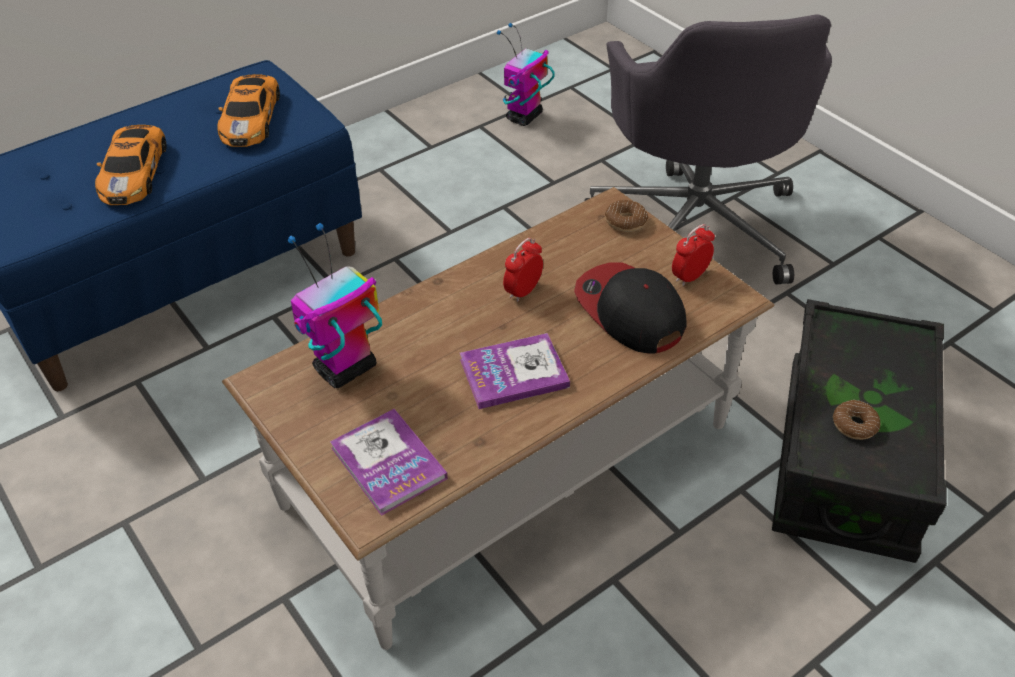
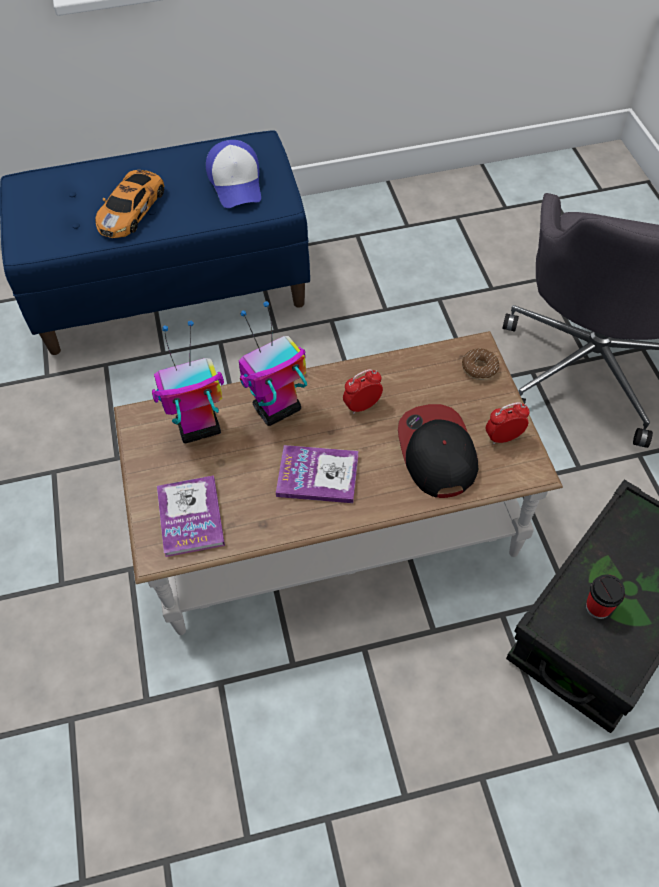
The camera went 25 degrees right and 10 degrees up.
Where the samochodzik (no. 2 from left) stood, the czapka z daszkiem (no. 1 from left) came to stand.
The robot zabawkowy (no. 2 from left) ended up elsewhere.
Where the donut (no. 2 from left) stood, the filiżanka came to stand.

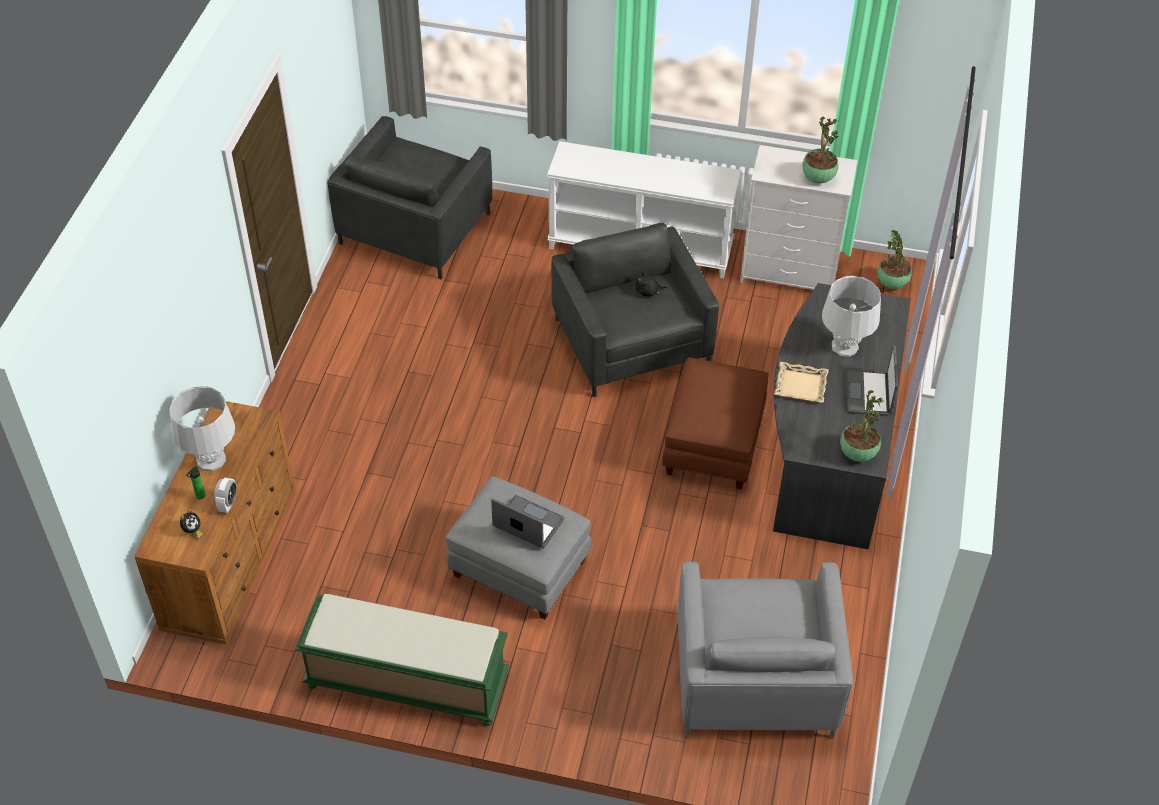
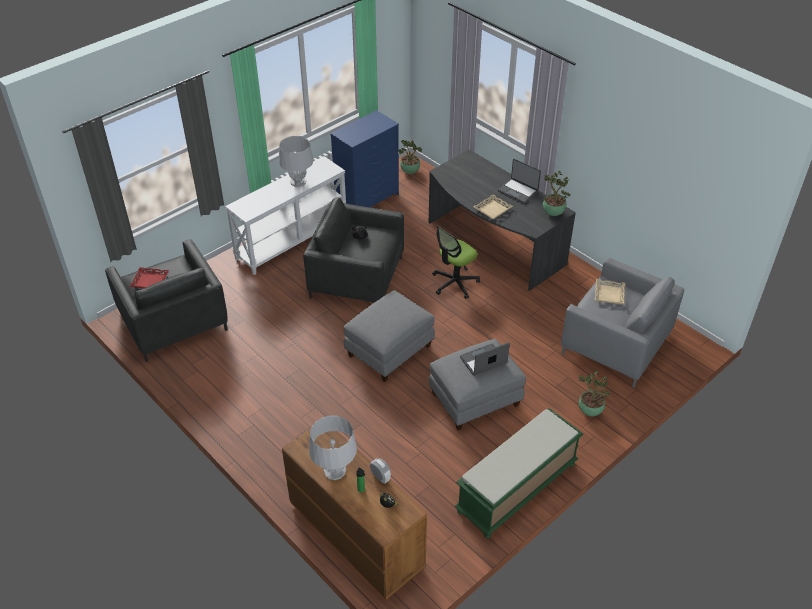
The camera went 55 degrees left and 5 degrees down.
Where the pufa (brązowy) stood, the krzesło biurowe came to stand.
What was the komoda (biały) turned into the komoda (niebieski).
The roślina doniczkowa (no. 1 from left in the first image) ended up elsewhere.
The lampa stołowa (szary) (no. 2 from left in the first image) ended up elsewhere.
The second view gained the taca (czerwony).
The second view gained the pufa (szary) (no. 1 from left).
The second view gained the taca (beżowy) (no. 2 from left).

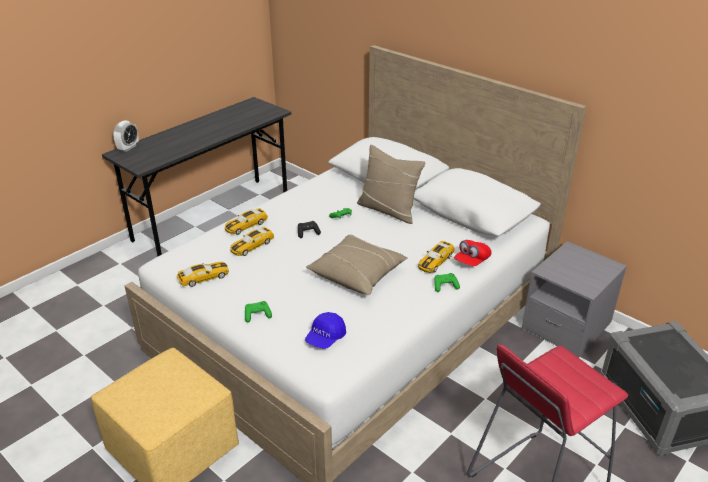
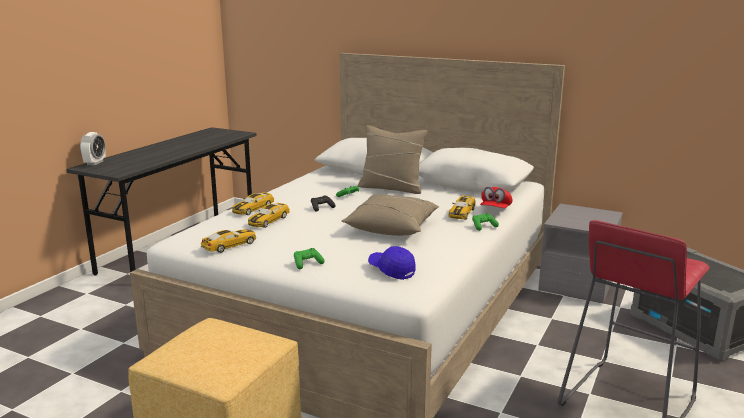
The camera went 15 degrees left and 15 degrees down.
The czapka z daszkiem (niebieski) ended up facing another way, 120 degrees clockwise from before.

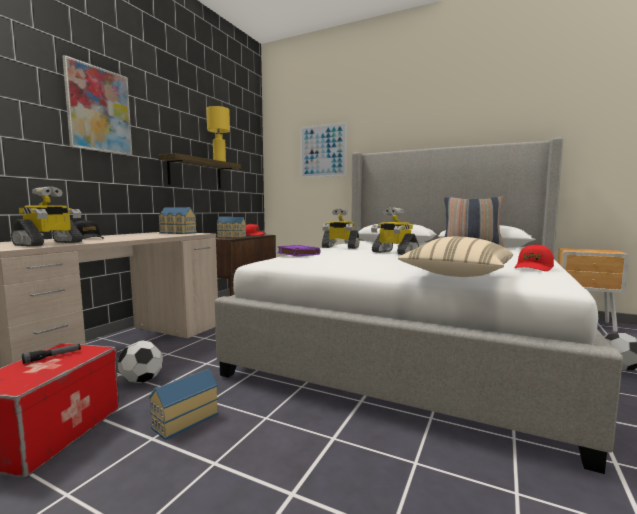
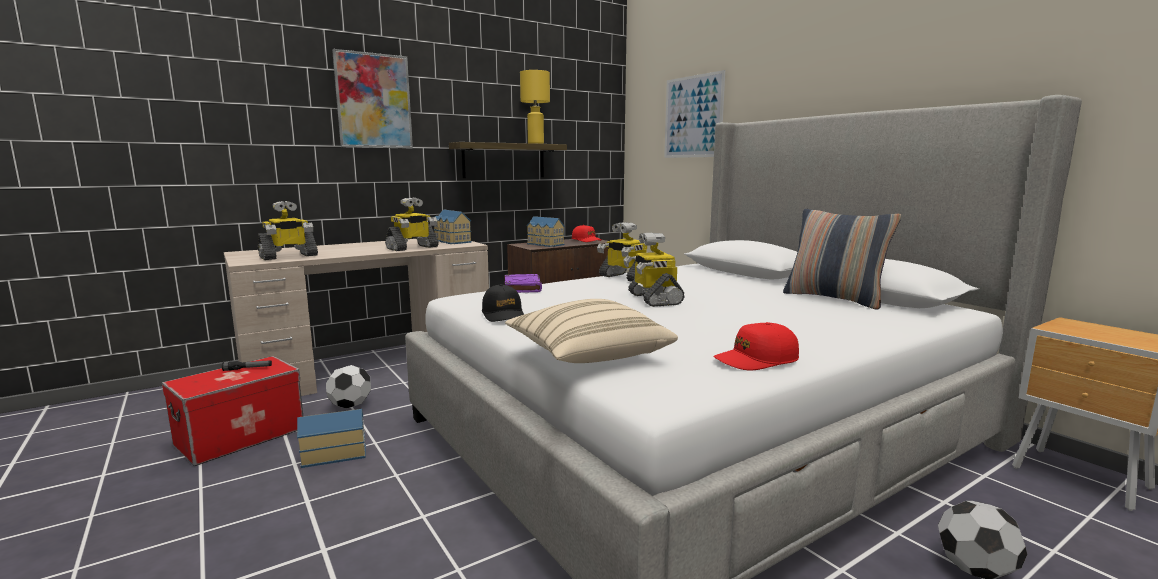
The camera went 30 degrees right and 5 degrees up.
The czapka z daszkiem (czarny) ended up elsewhere.
The second view gained the robot zabawkowy (no. 2 from left).

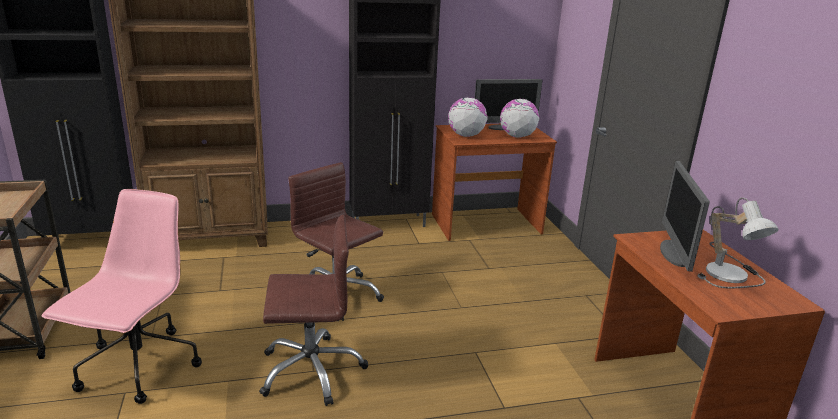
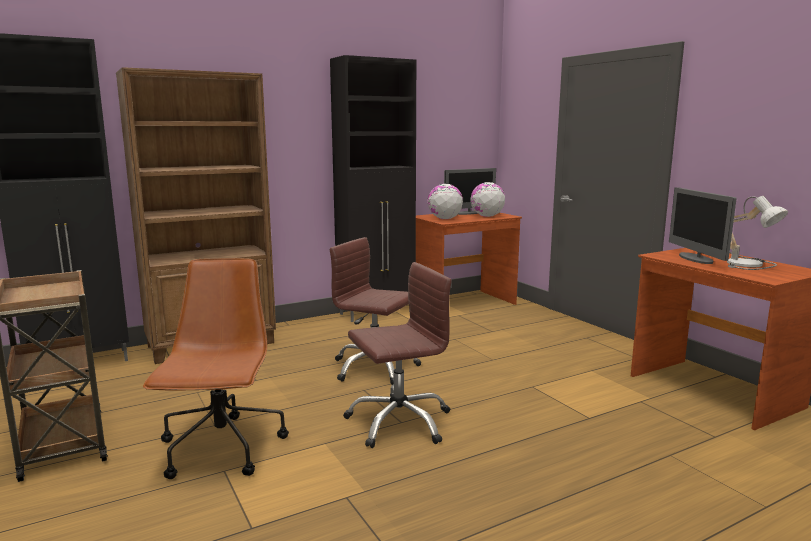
The camera went 15 degrees left and 10 degrees down.
What was the krzesło biurowe (różowy) turned into the krzesło biurowe (brązowy) (no. 1 from left).

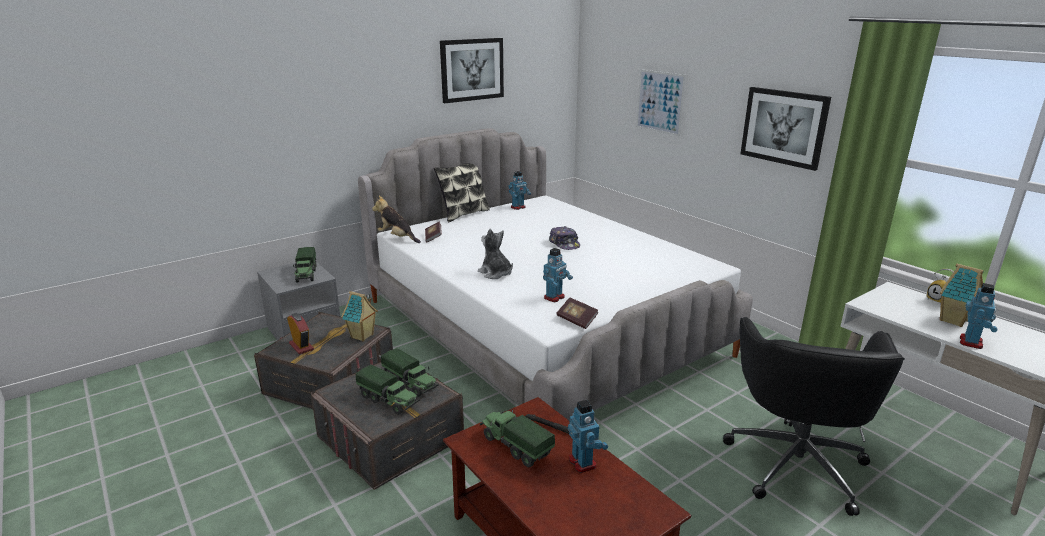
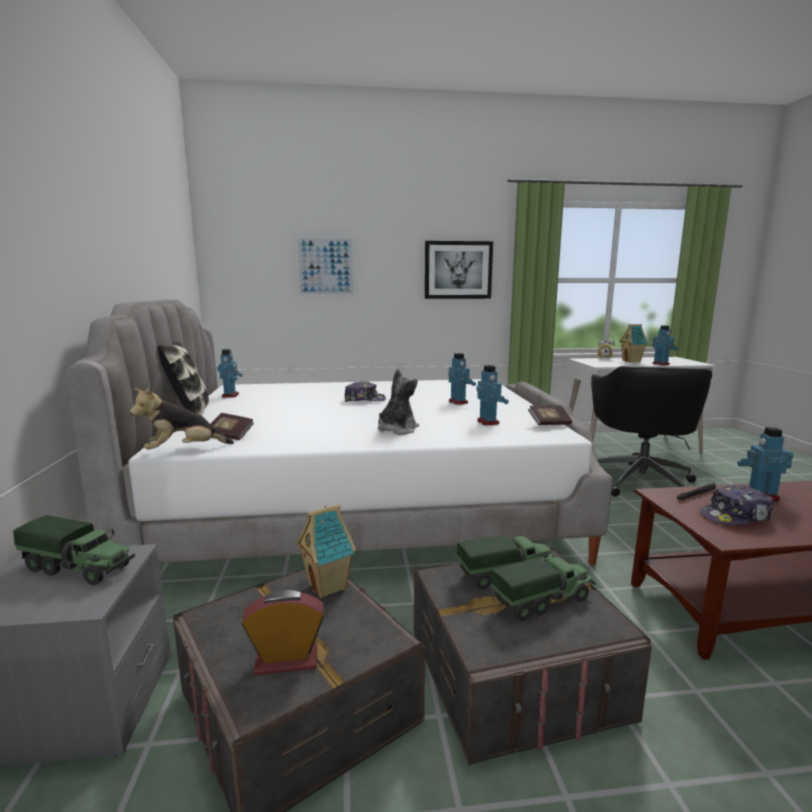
The camera went 60 degrees left and 10 degrees down.
The second view lost the obraz (no. 1 from left).
The pluszak (no. 2 from left) ended up facing another way, 135 degrees clockwise from before.
Where the ciężarówka zabawkowa (no. 4 from left) stood, the czapka z daszkiem (no. 2 from left) came to stand.
The krzesło biurowe (czarny) ended up facing another way, 60 degrees clockwise from before.
The second view gained the robot zabawkowy (no. 2 from left).

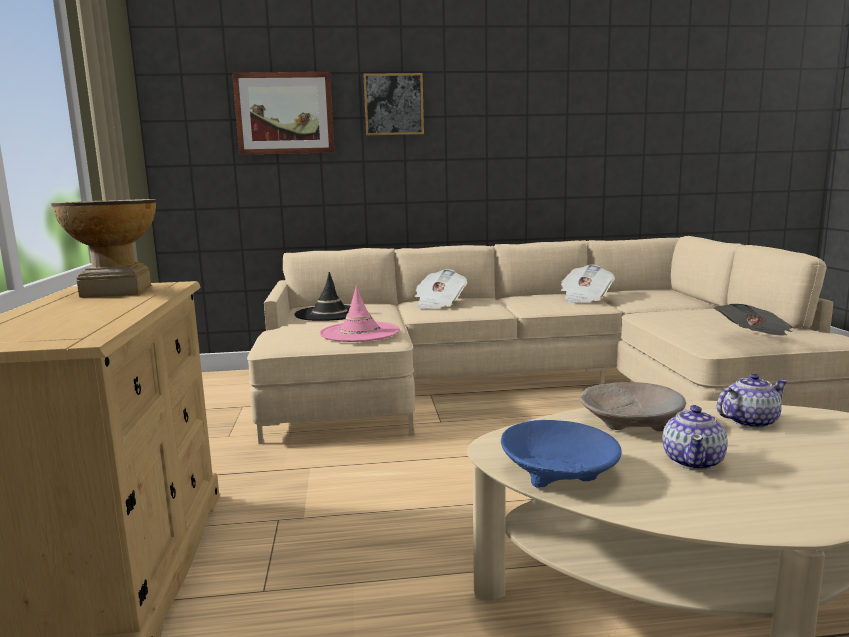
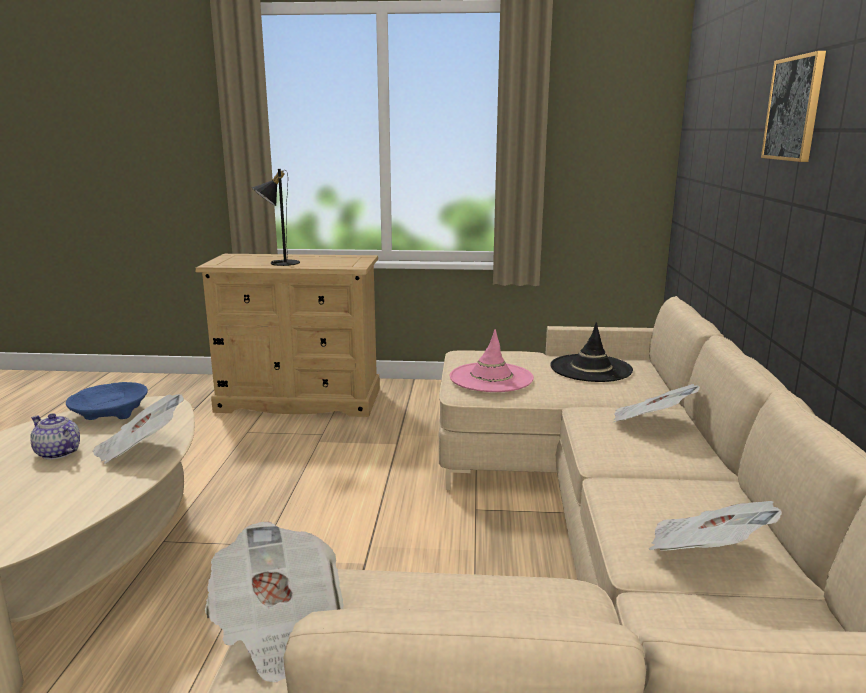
The camera went 100 degrees right and 5 degrees up.
The second view lost the wazon.
The second view lost the obraz (no. 1 from left).
Where the miska (beżowy) stood, the gazeta (no. 1 from left) came to stand.
The second view lost the imbryk (no. 2 from left).
The second view gained the lampa stołowa (czarny).

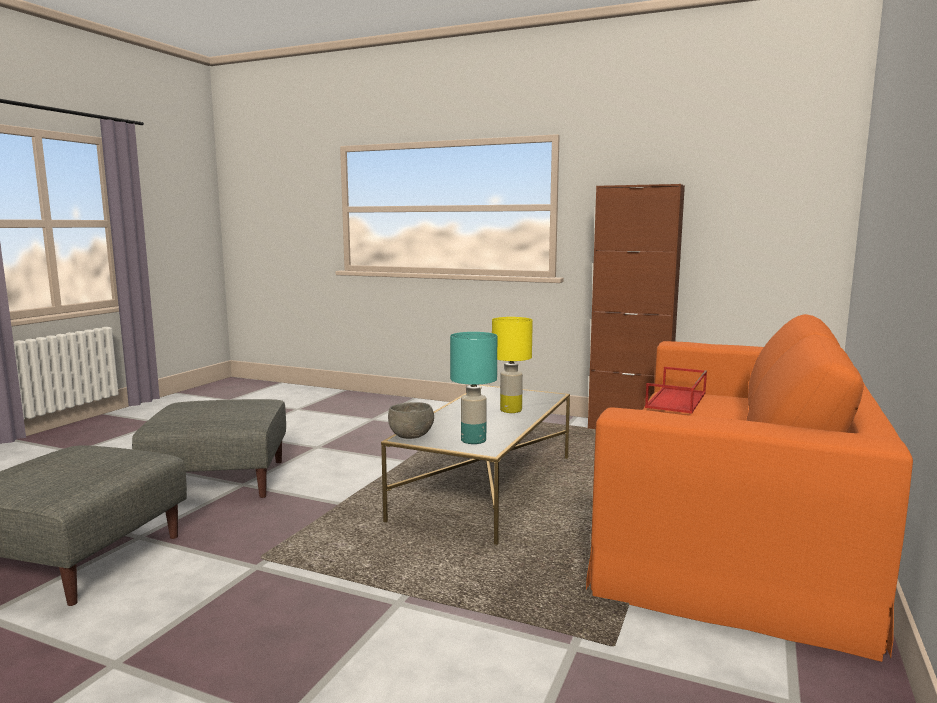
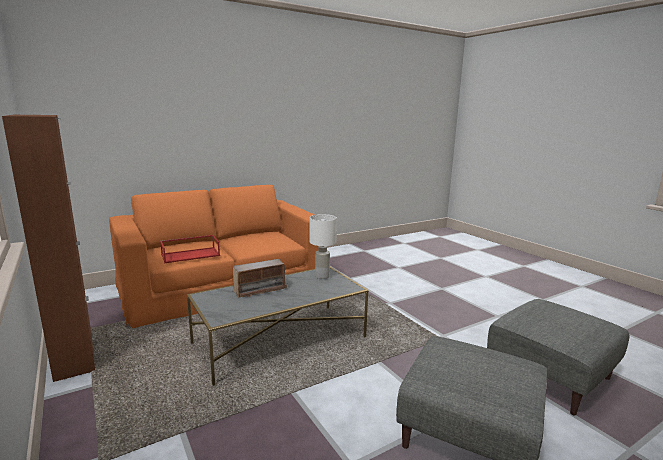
The camera went 145 degrees left and 5 degrees up.
The second view lost the miska (szary).
What was the lampa stołowa (turkusowy) turned into the lampa stołowa (biały).
Where the lampa stołowa (żółty) stood, the radio came to stand.

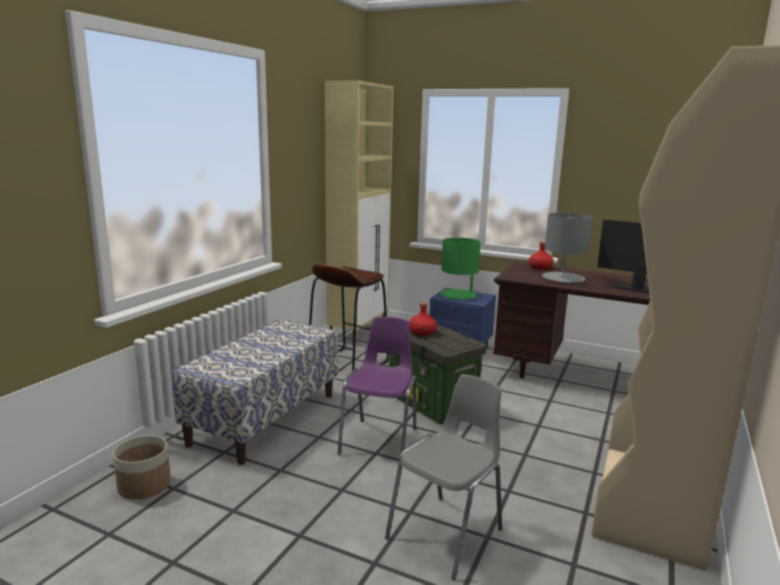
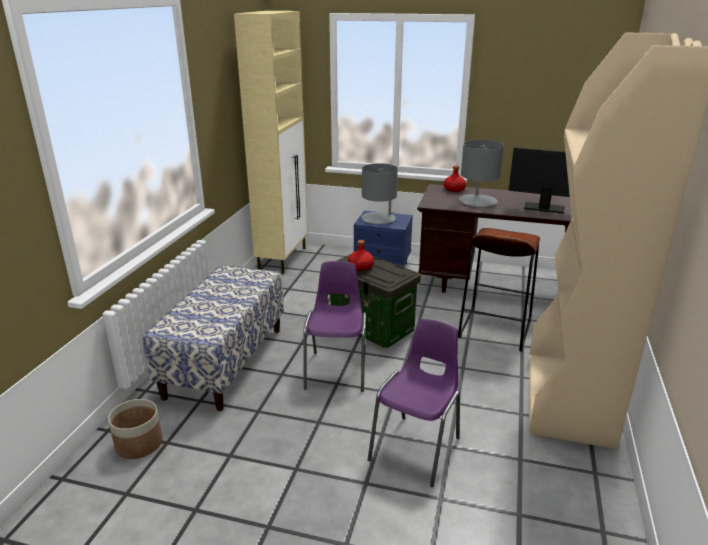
The camera went 10 degrees left and 10 degrees up.
The stołek (brązowy) ended up elsewhere.
What was the krzesło (szary) turned into the krzesło (fioletowy) (no. 2 from left).
What was the lampa stołowa (zielony) turned into the lampa stołowa (szary) (no. 1 from left).

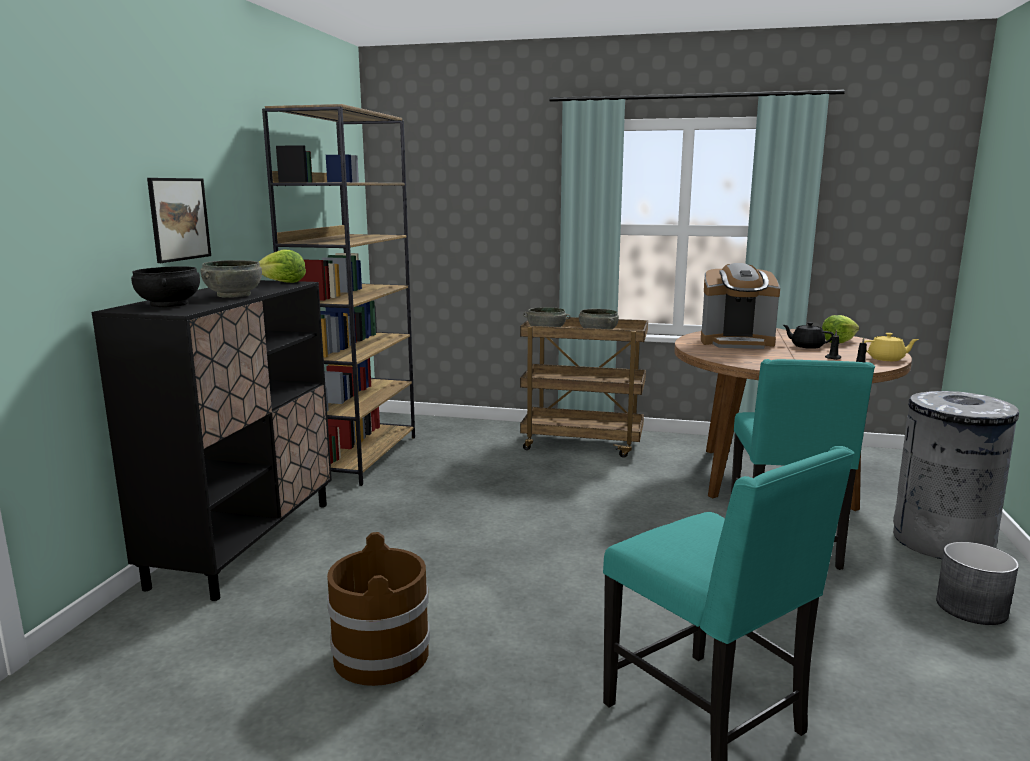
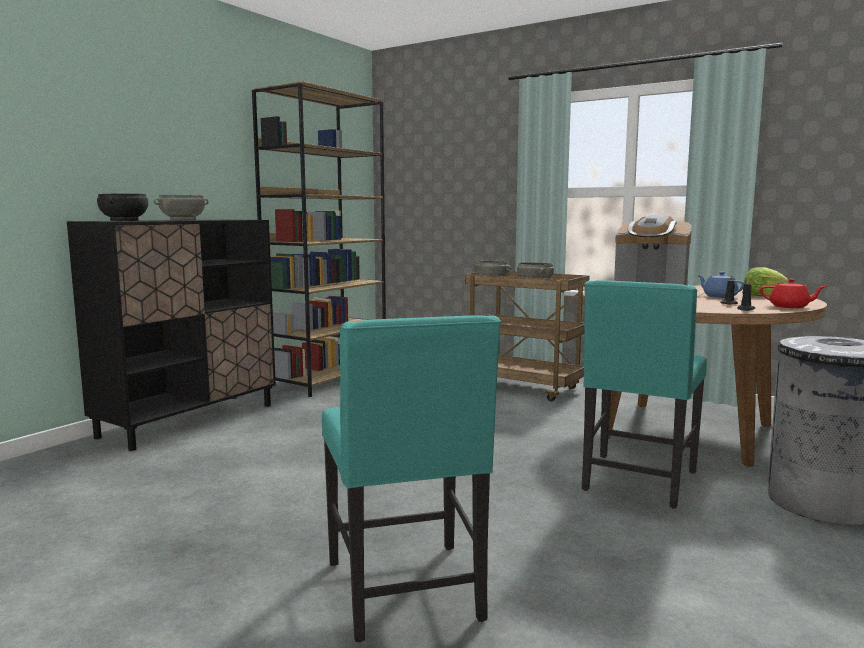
The camera went 20 degrees right and 5 degrees down.
The second view lost the obraz.
The second view lost the sałata (no. 1 from left).
The second view lost the wiadro (brązowy).
What was the imbryk (czarny) turned into the imbryk (niebieski).
What was the imbryk (żółty) turned into the imbryk (czerwony).
The second view lost the donica (szary).

